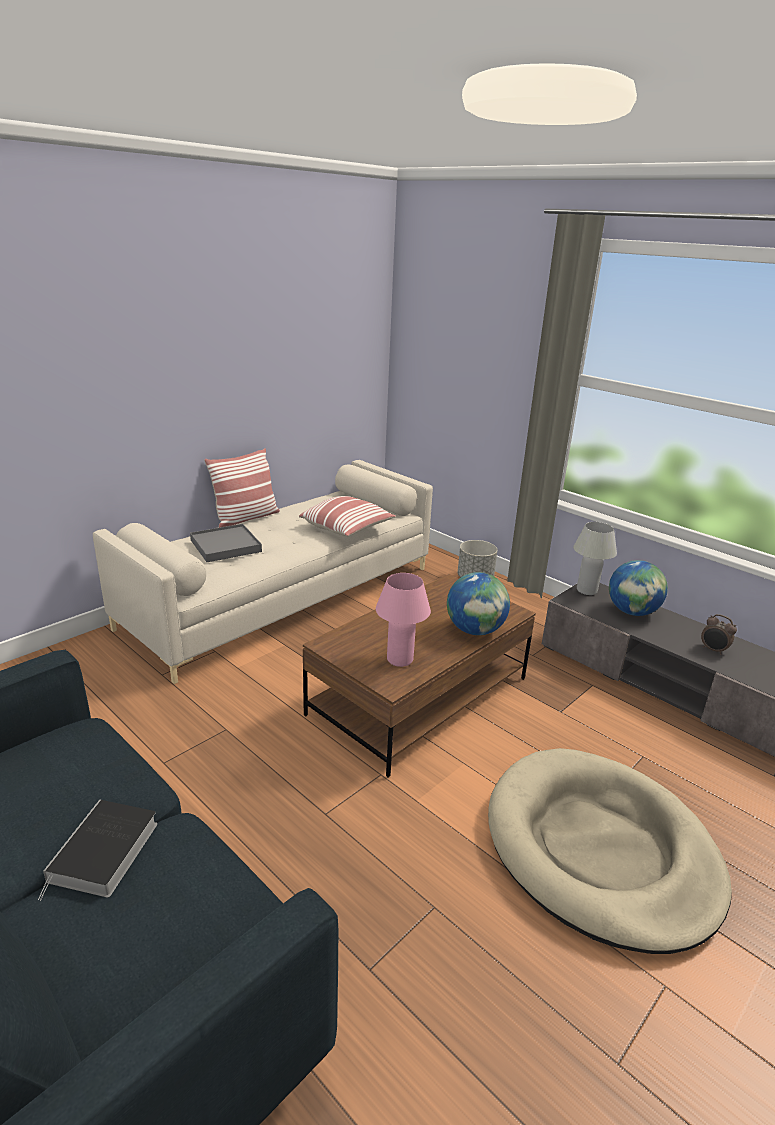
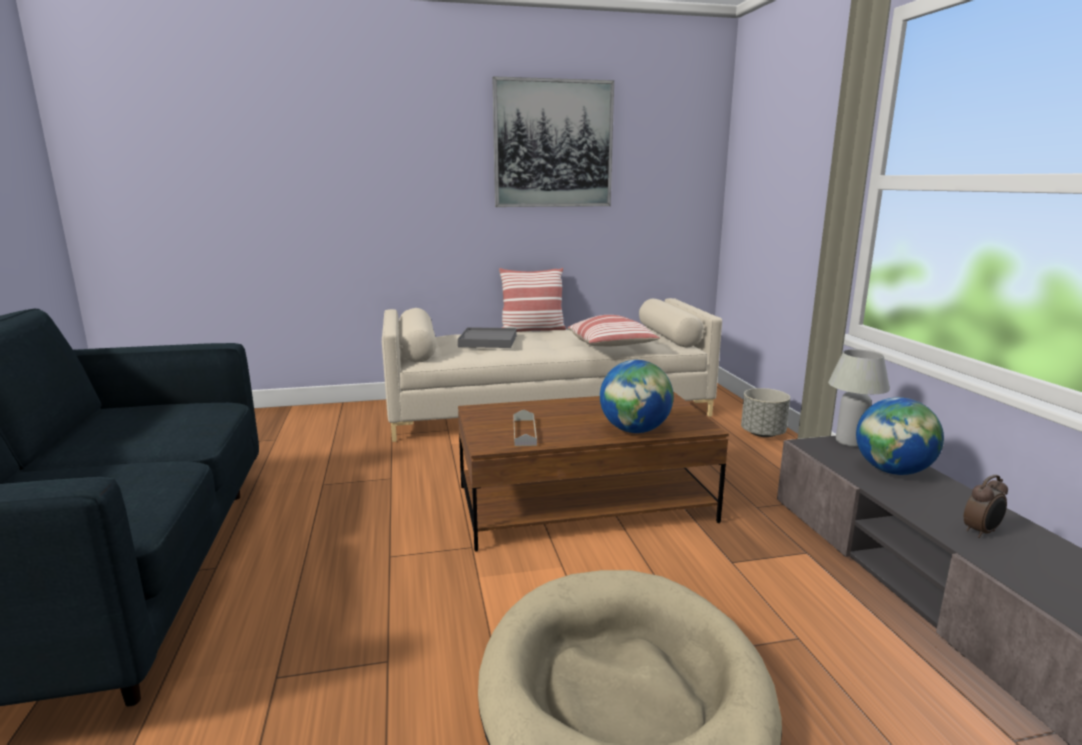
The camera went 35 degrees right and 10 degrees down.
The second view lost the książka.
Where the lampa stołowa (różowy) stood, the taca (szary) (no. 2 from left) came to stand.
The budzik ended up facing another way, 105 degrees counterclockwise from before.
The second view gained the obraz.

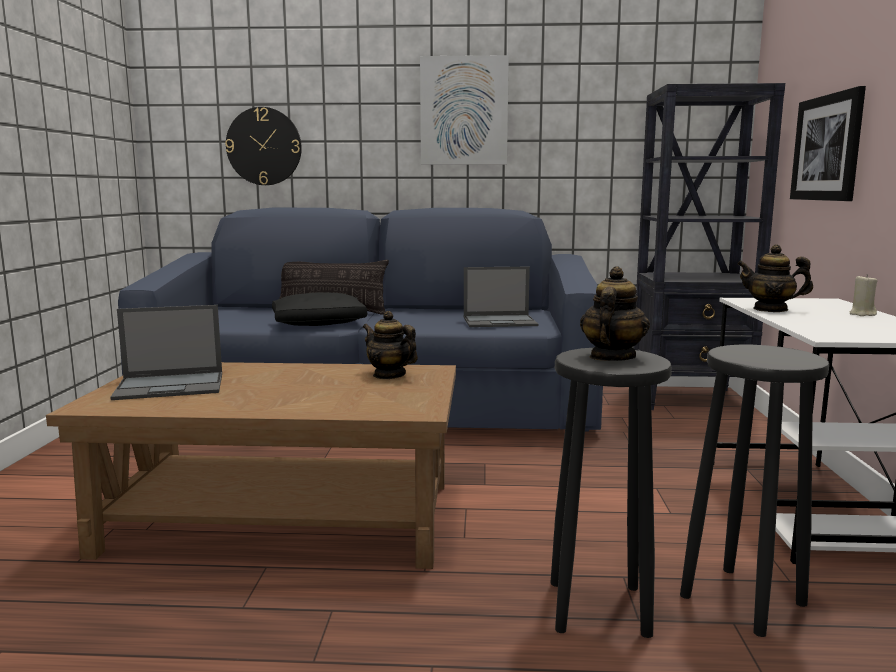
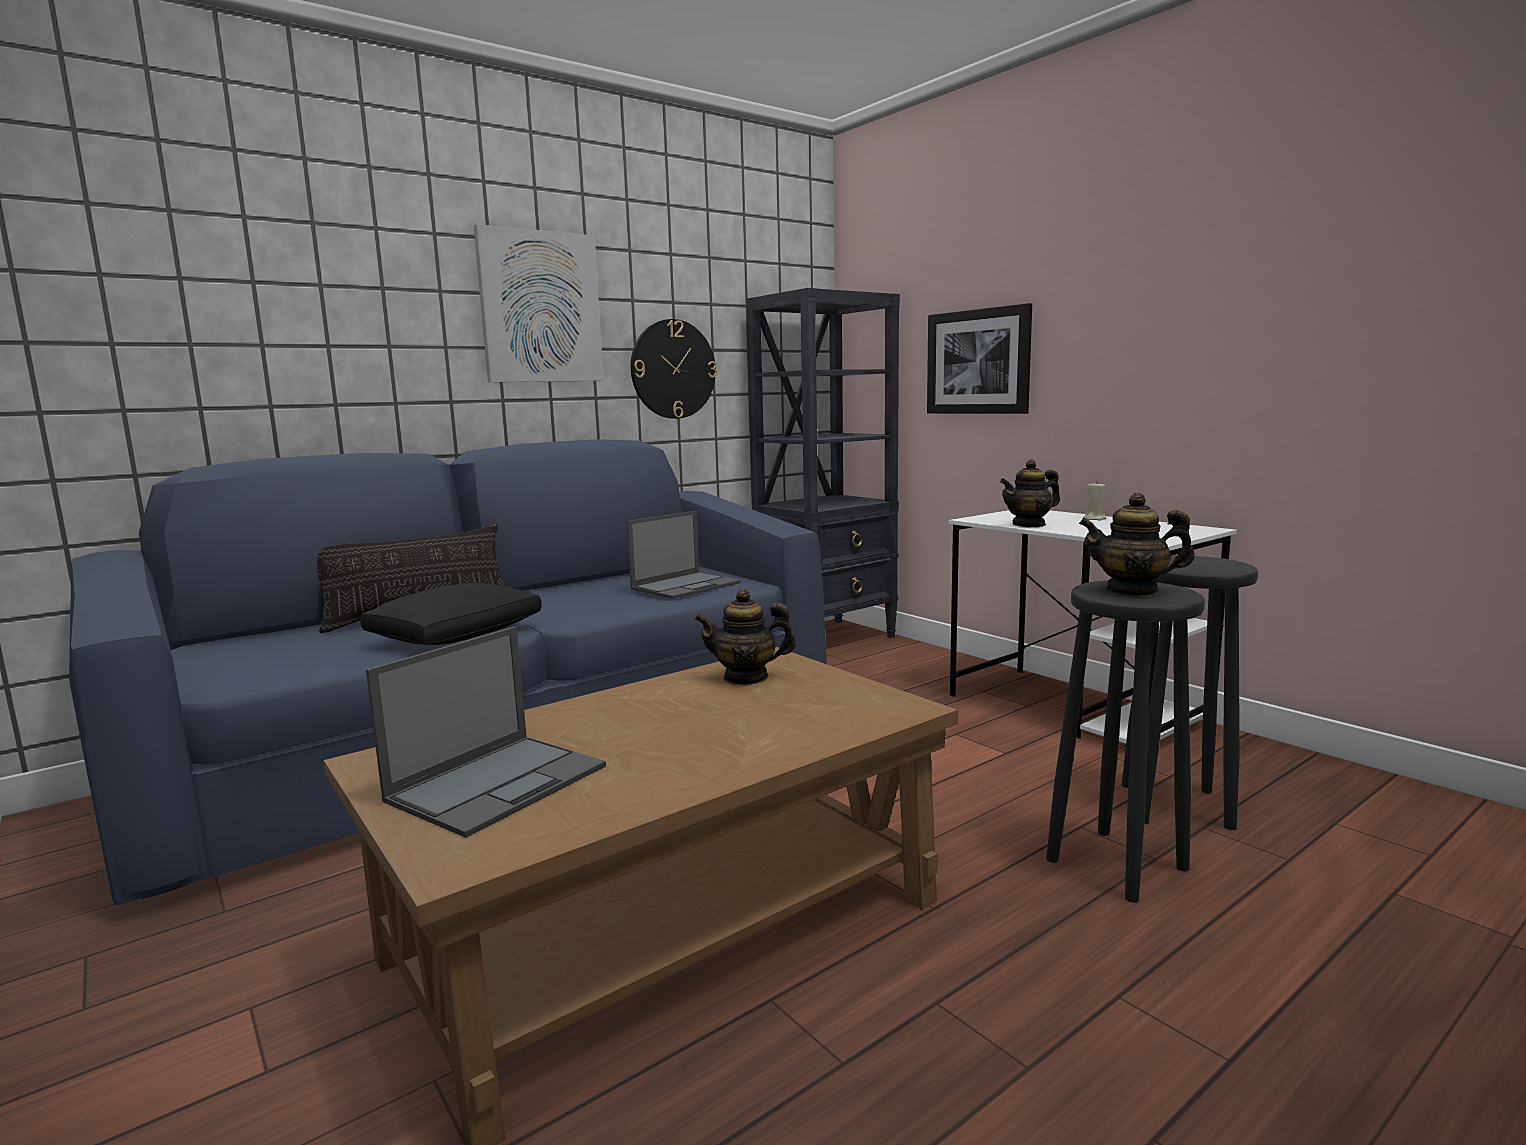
The camera went 40 degrees left and 0 degrees up.
The zegar ścienny ended up elsewhere.
The imbryk (no. 2 from left in the first image) ended up facing another way, 60 degrees counterclockwise from before.

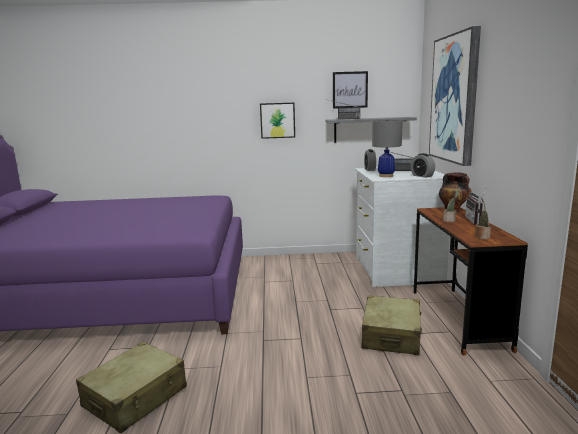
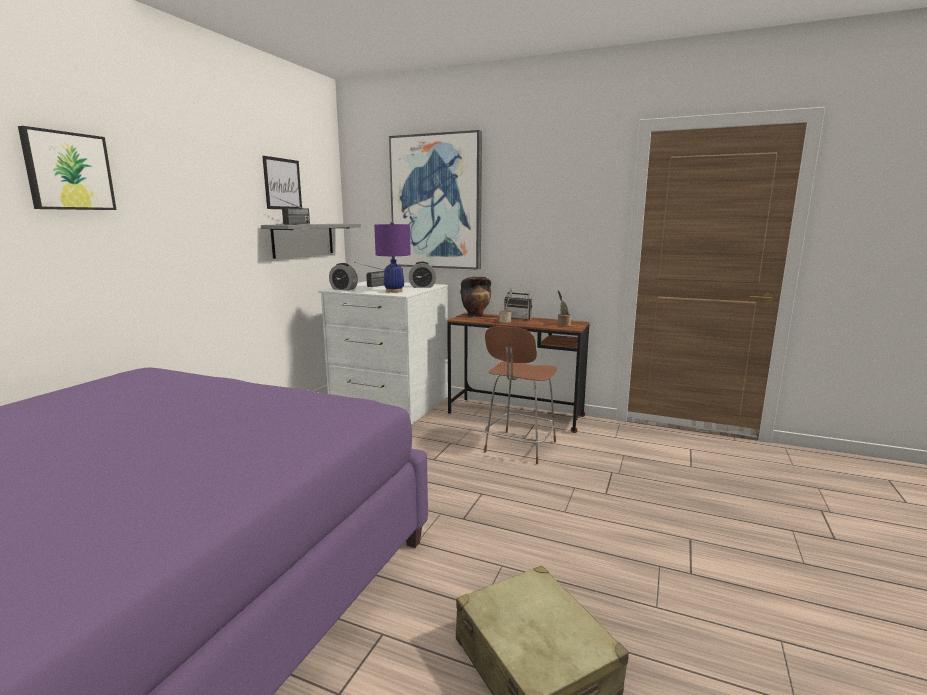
The camera went 65 degrees left and 0 degrees up.
The obraz (no. 1 from left) ended up elsewhere.
Where the walizka (beżowy) (no. 2 from left) stood, the krzesło (brązowy) came to stand.
What was the lampa stołowa (szary) turned into the lampa stołowa (fioletowy).

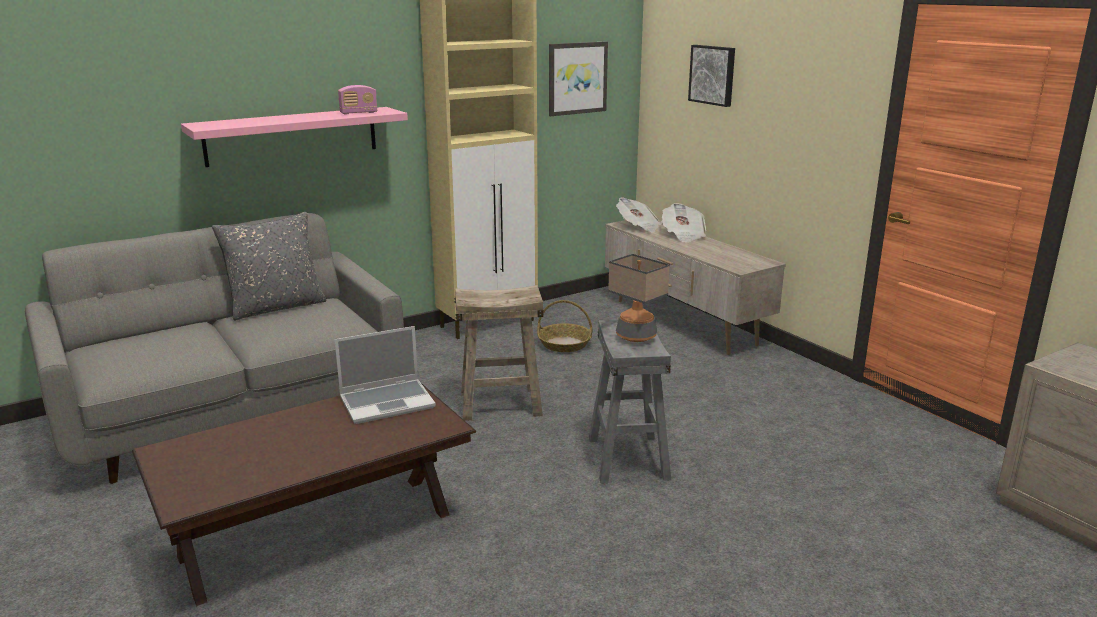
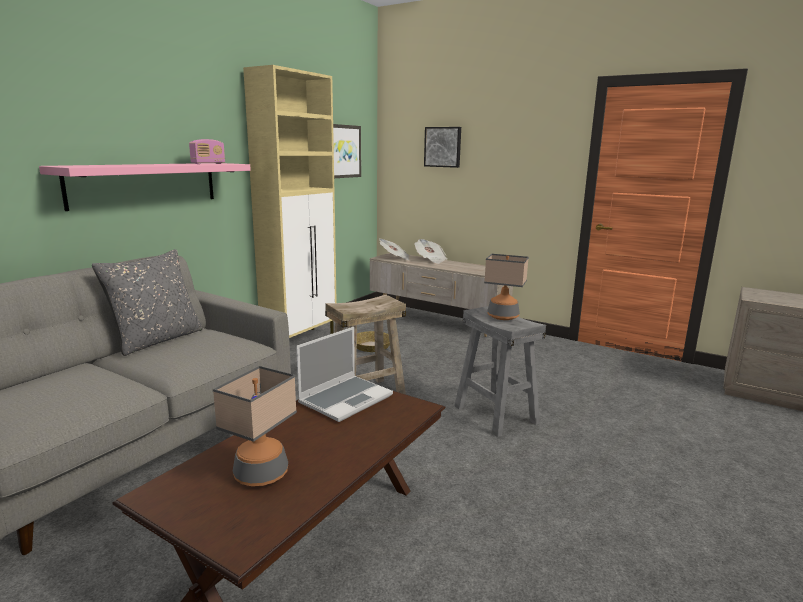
The camera went 25 degrees left and 5 degrees down.
The second view gained the lampa stołowa (no. 1 from left).

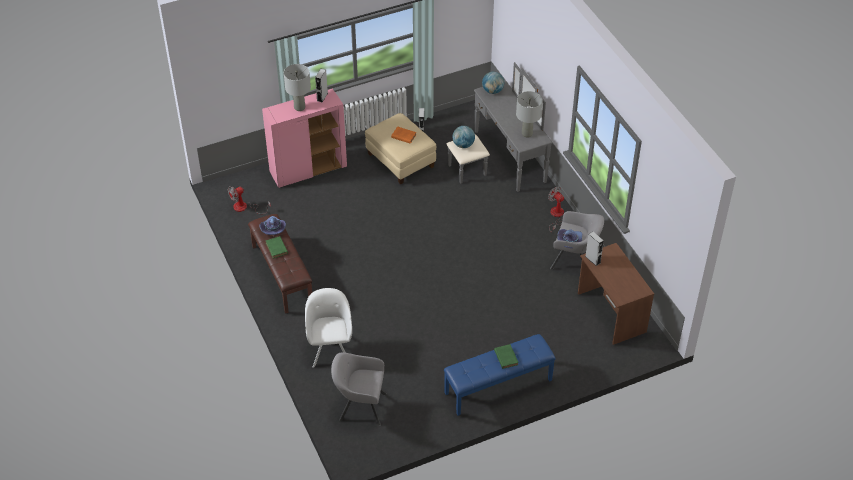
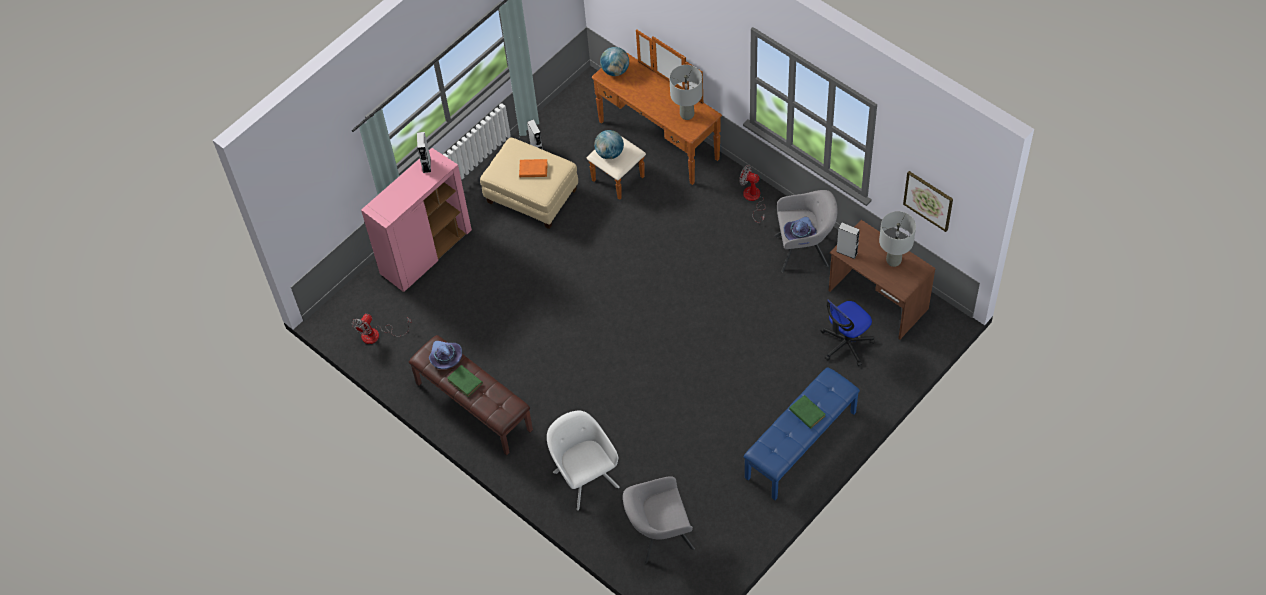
The camera went 20 degrees left and 10 degrees up.
The lampa stołowa (szary) (no. 1 from left in the first image) ended up elsewhere.
What was the komoda (szary) turned into the komoda (brązowy).
The second view gained the krzesło biurowe.
The second view gained the obraz.

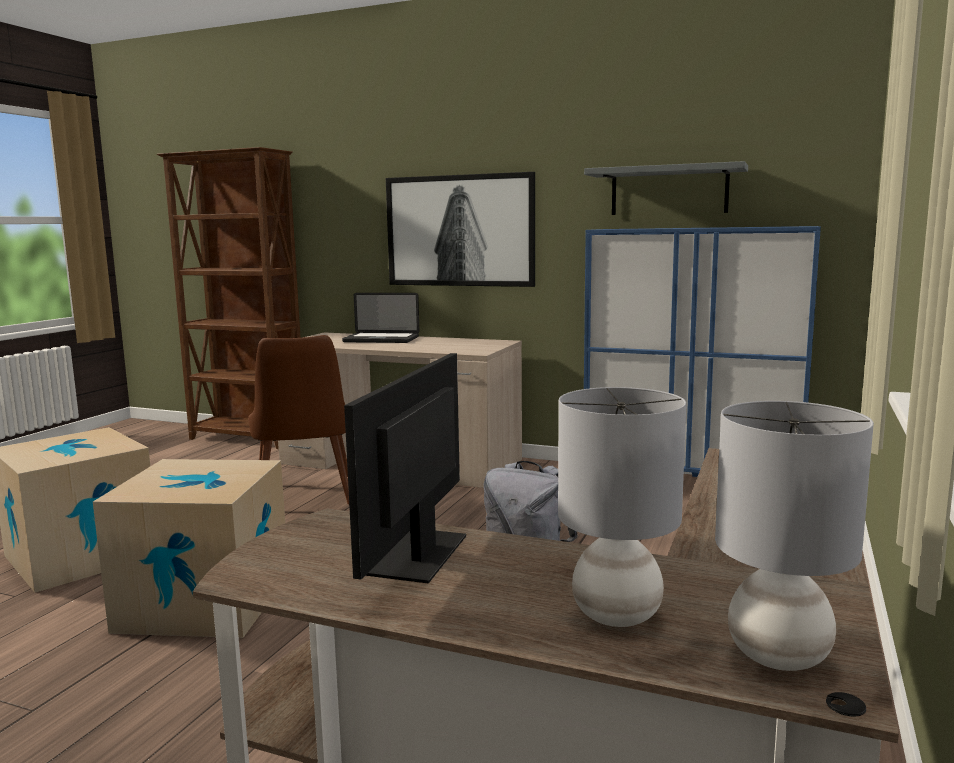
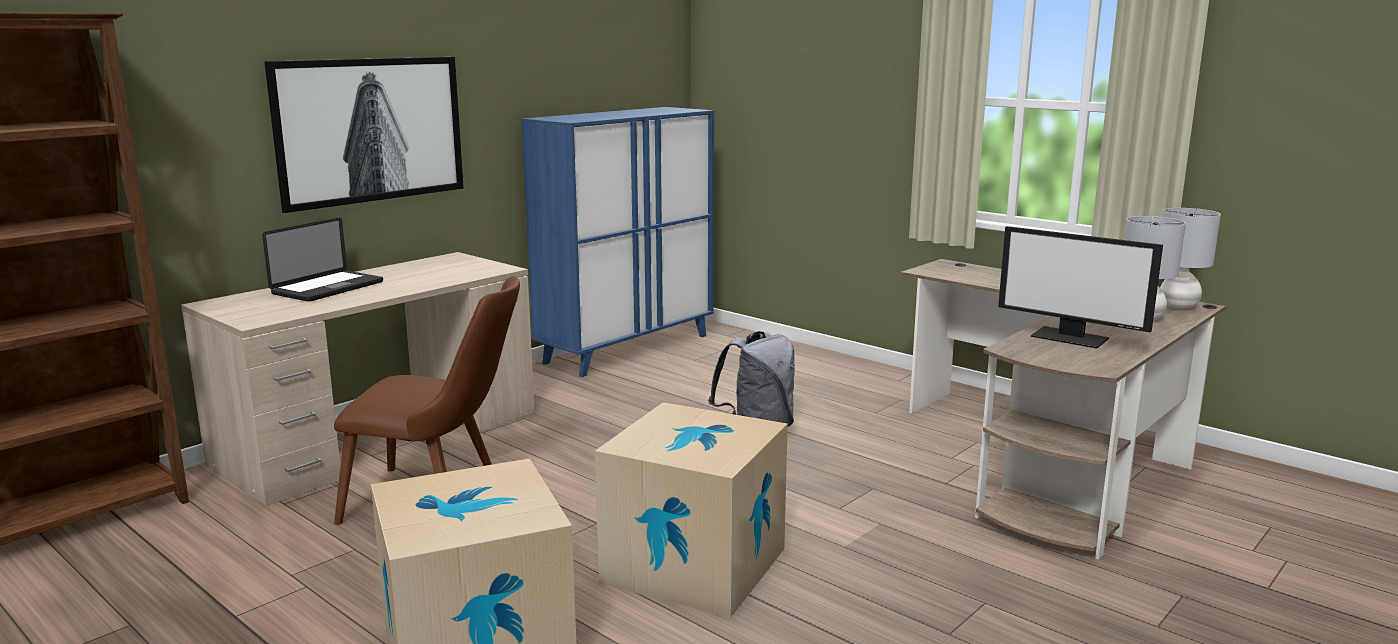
The camera went 70 degrees left and 5 degrees up.
The second view lost the półka (szary).

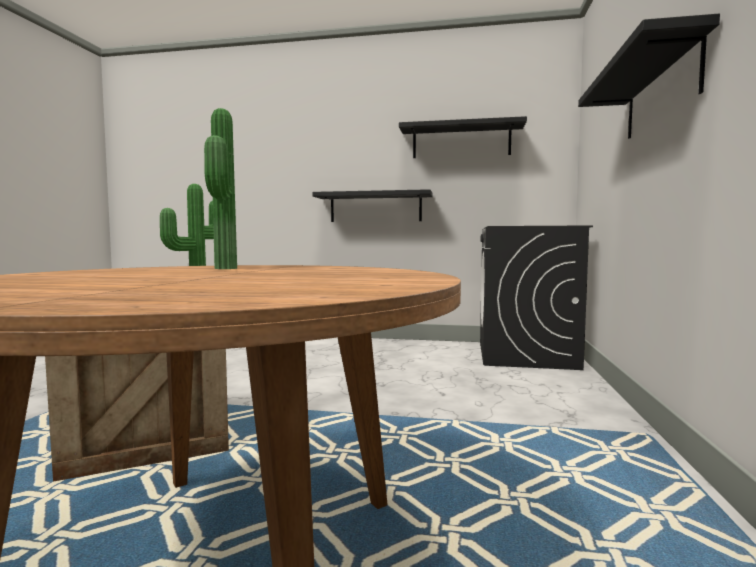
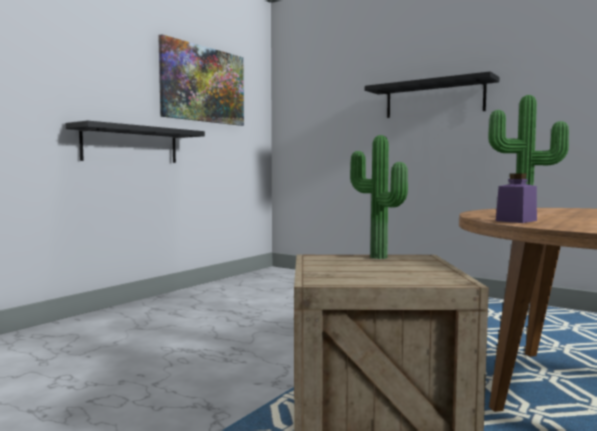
The camera went 65 degrees left and 0 degrees up.
Where the półka (czarny) (no. 2 from left) hung, the obraz came to hang.
The second view lost the pralka (czarny).
The second view gained the słoik (fioletowy).

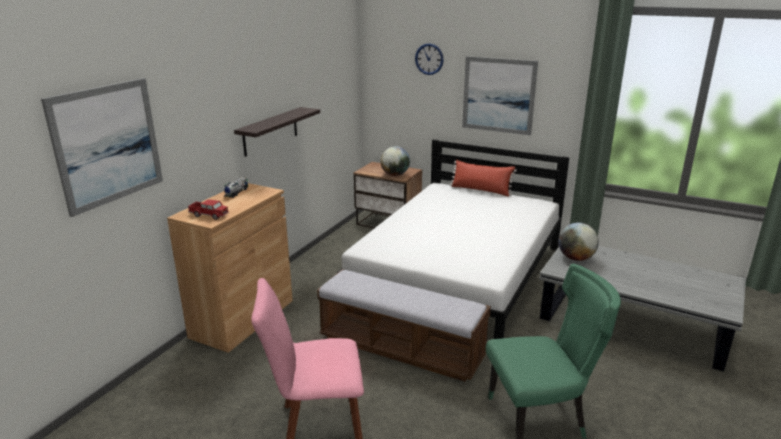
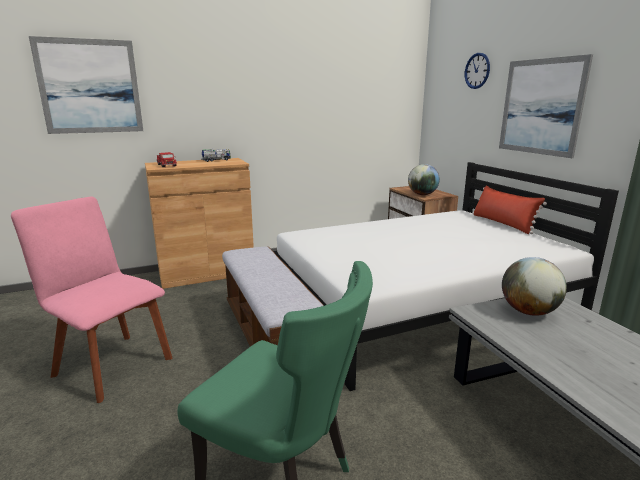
The camera went 40 degrees right and 5 degrees down.
The second view lost the półka.

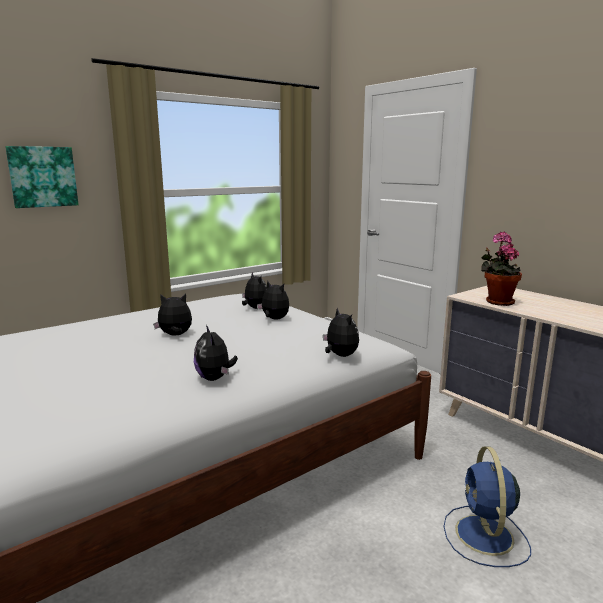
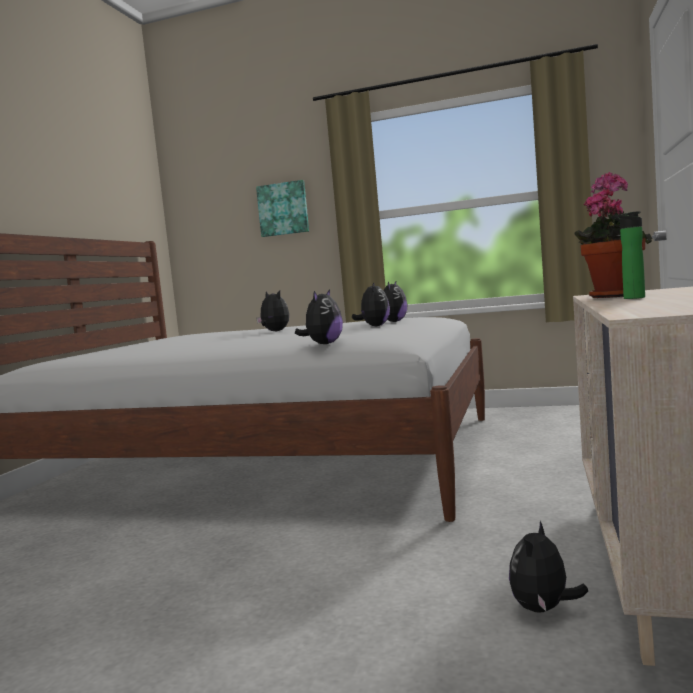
The camera went 55 degrees right and 10 degrees down.
The pluszak (no. 2 from left in the first image) ended up elsewhere.
The second view lost the wentylator (niebieski).
The second view gained the butelka.

